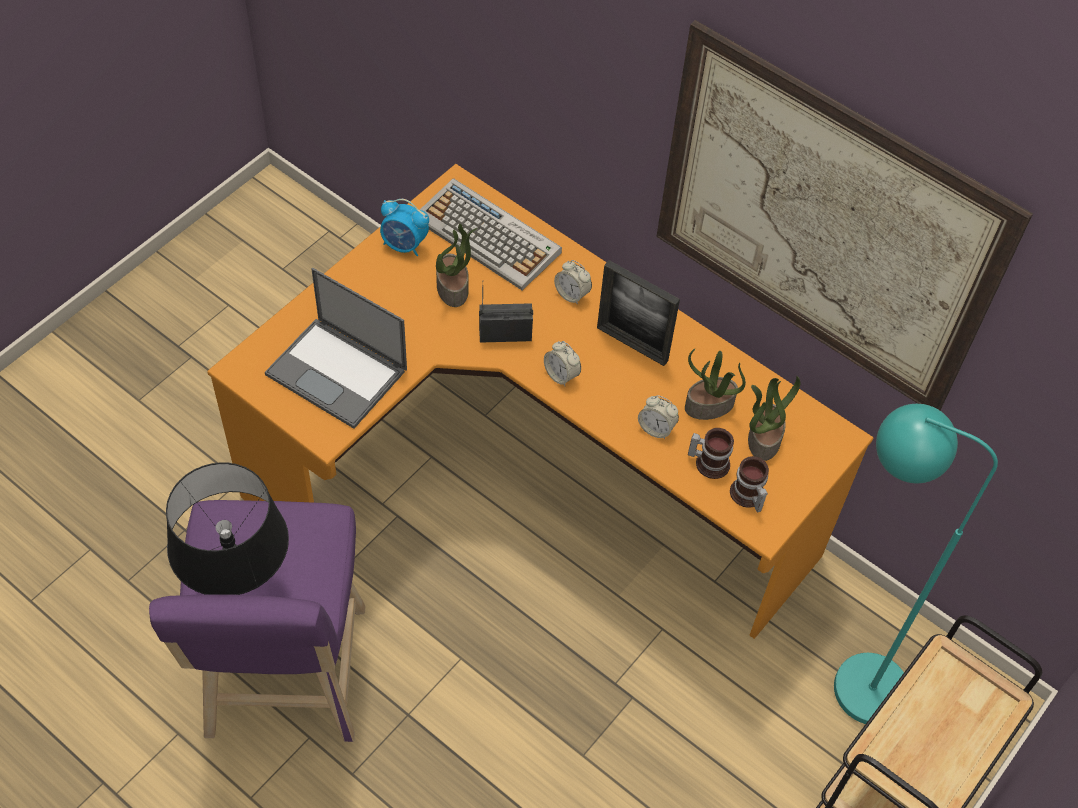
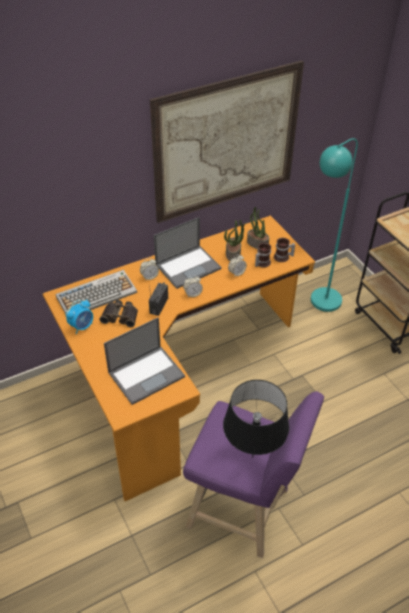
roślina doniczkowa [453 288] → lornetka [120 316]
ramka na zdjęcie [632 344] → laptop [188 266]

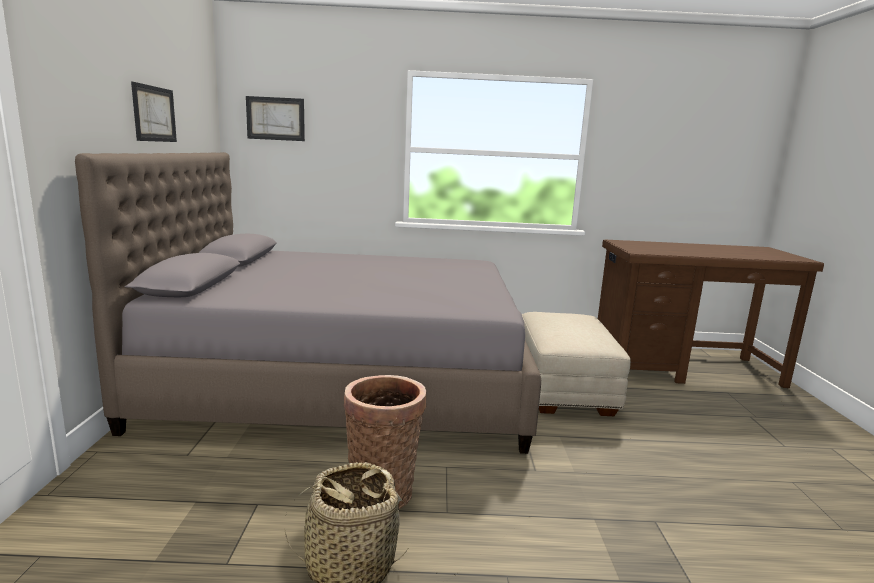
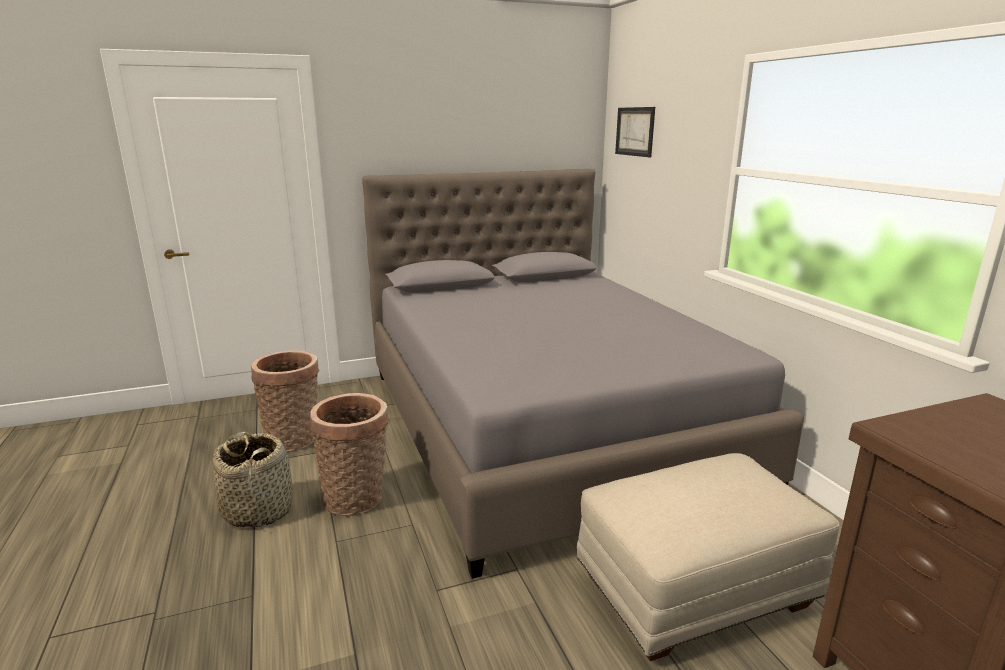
obraz [154 114] → -
- → koszyk [294 440]

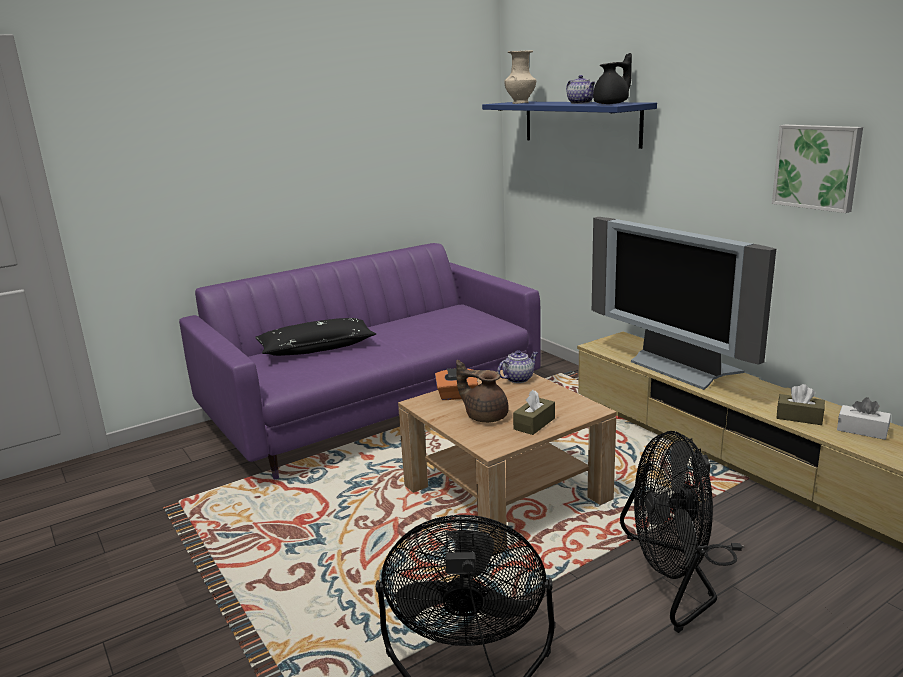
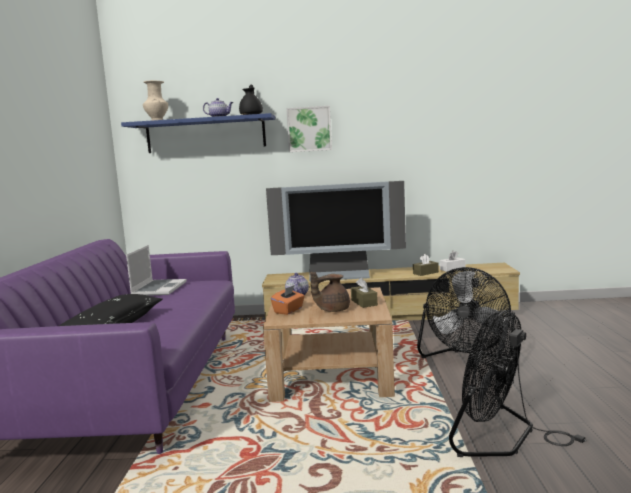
- → laptop [159 289]
obraz [817 167] → obraz [309 129], relocated

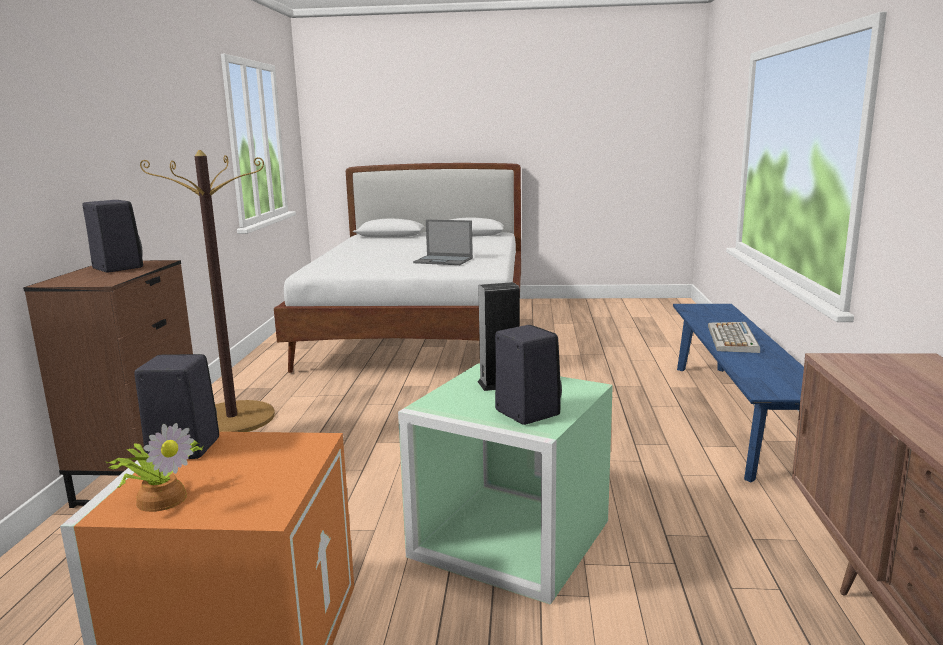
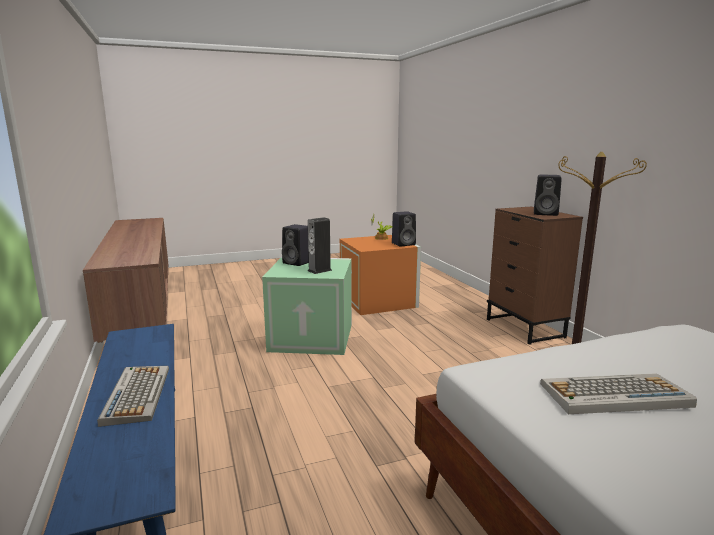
laptop [444 260] → klawiatura [613 395]

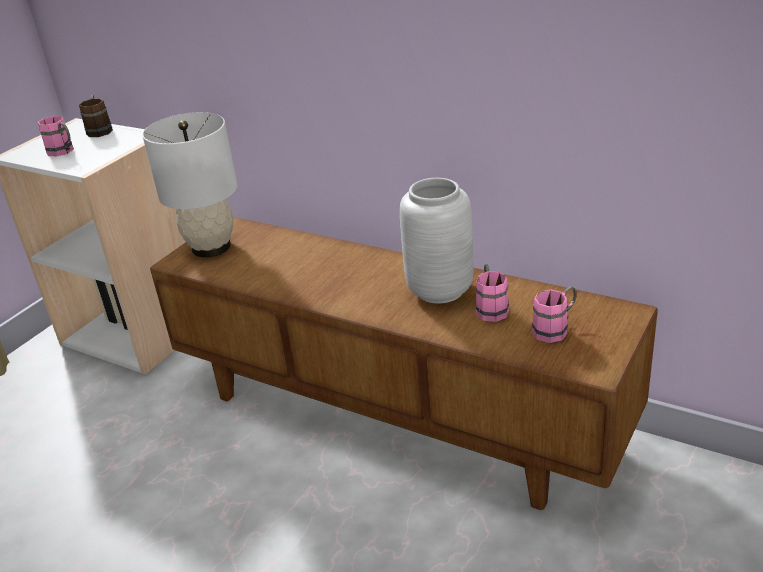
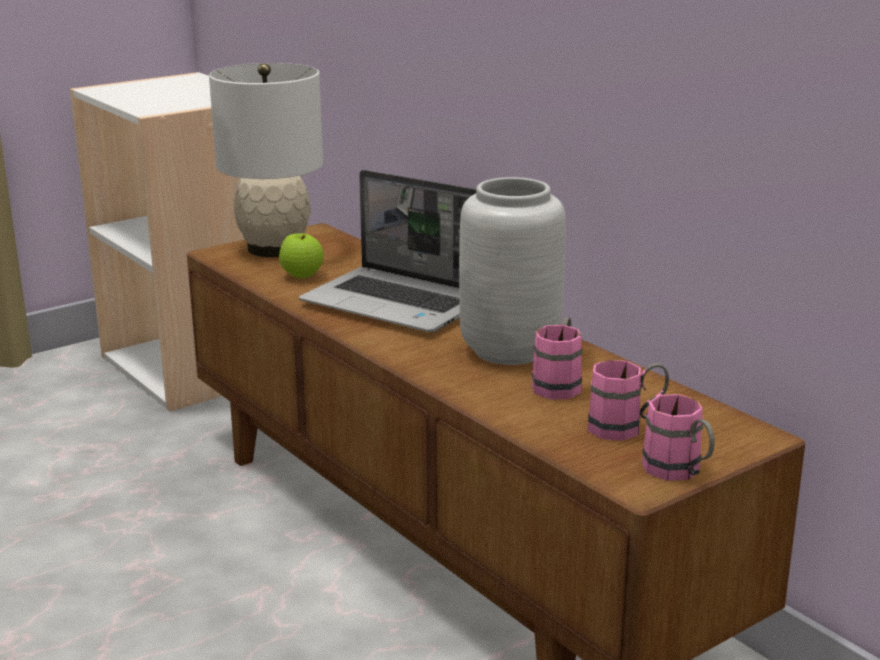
kubek/brązowy [99 130] → -
- → jabłko [302 276]
- → laptop [399 303]
kubek/różowy [64 152] → kubek/różowy [679 473], relocated

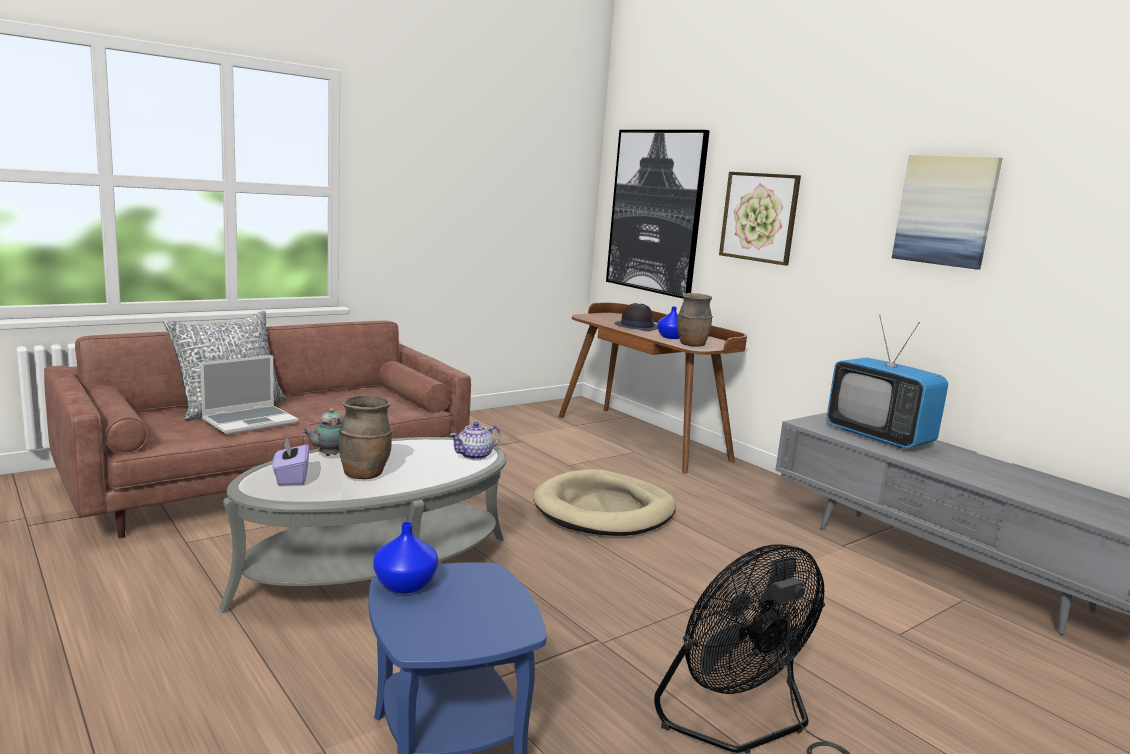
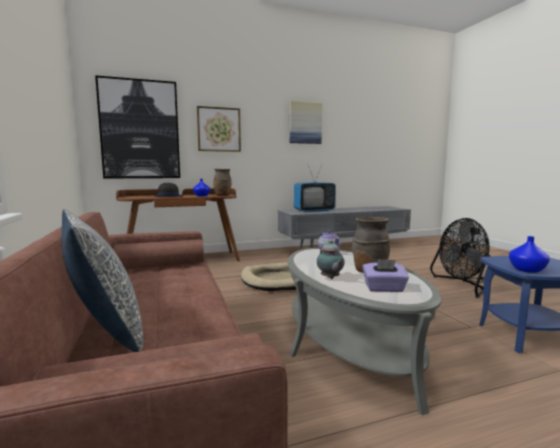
laptop [250 421] → -

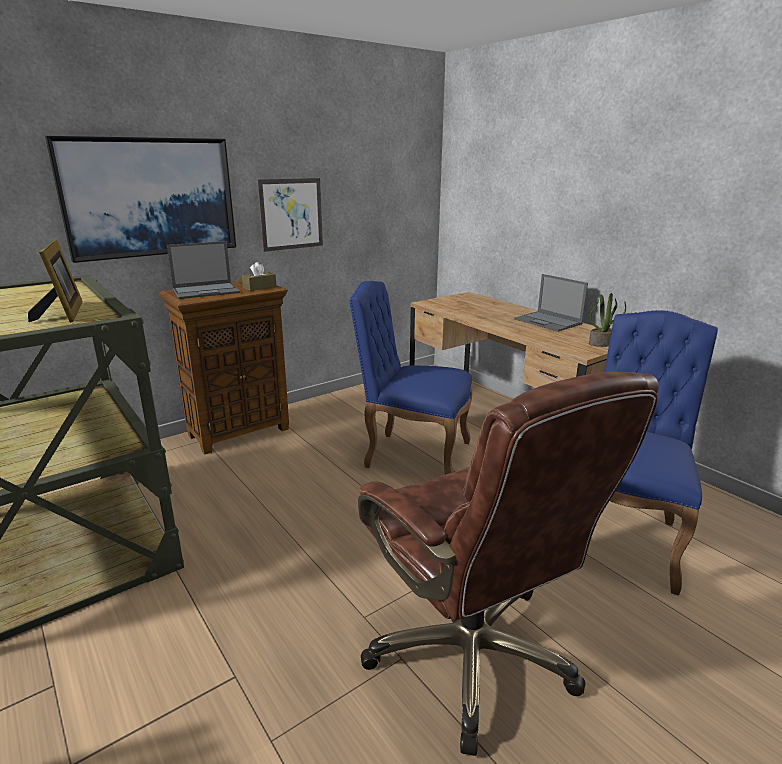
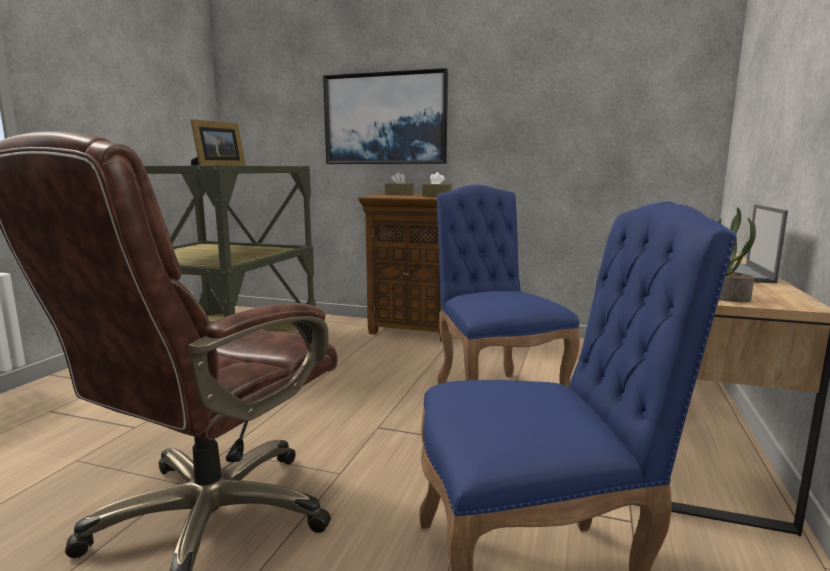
obraz [291 214] → -
laptop [207 291] → pudełko chusteczek/brązowy [399 194]

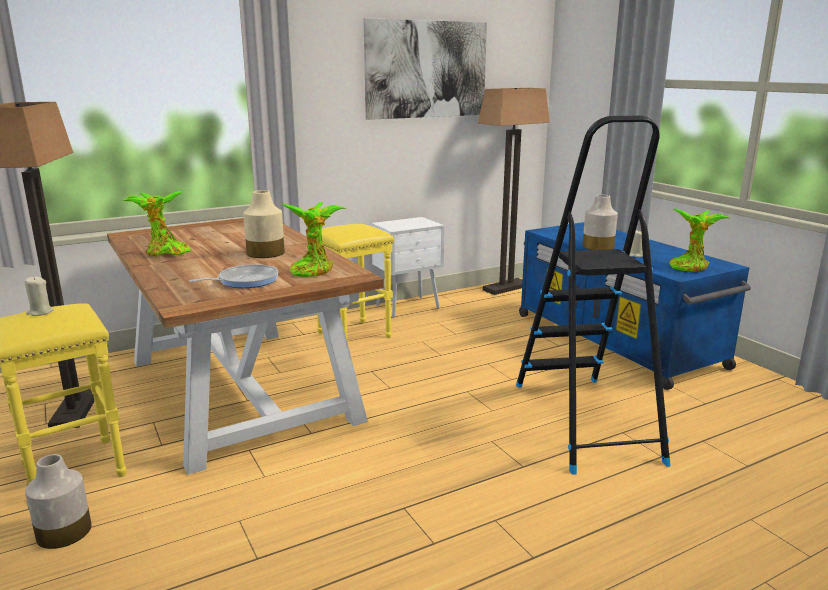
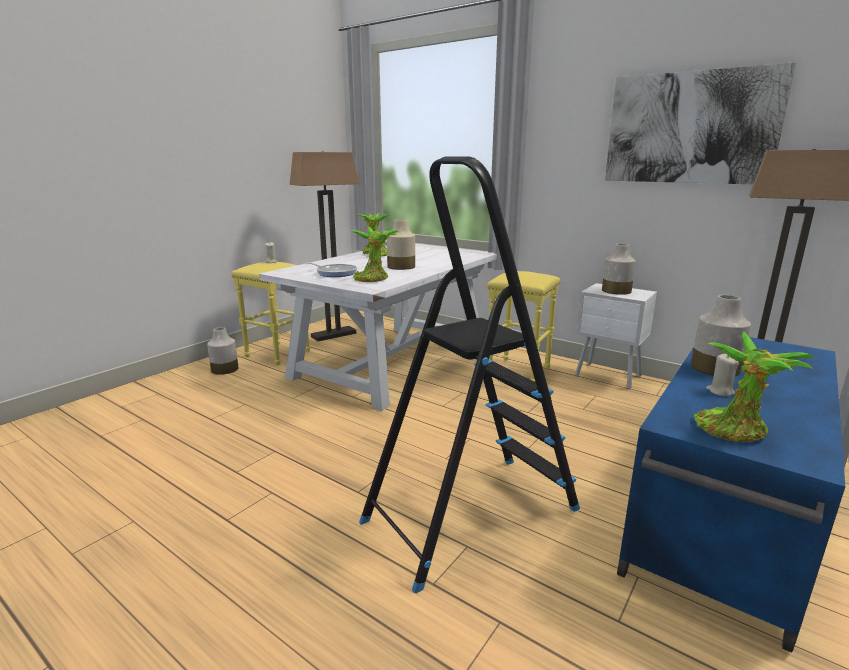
- → wazon/beżowy [616 291]
stół jadalny/brązowy [239 388] → stół jadalny/biały [392 361]

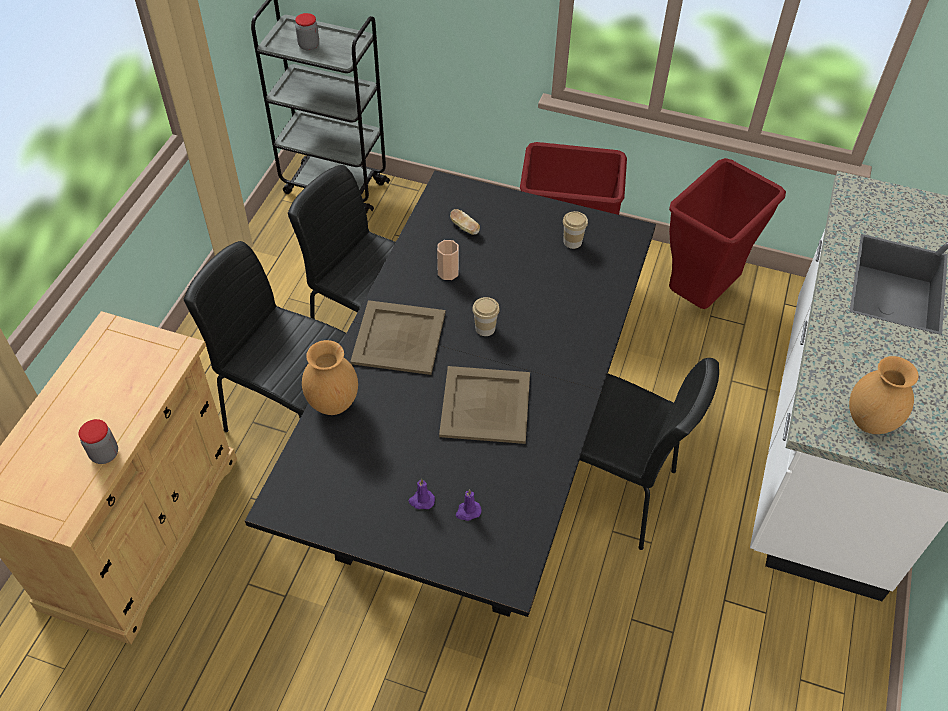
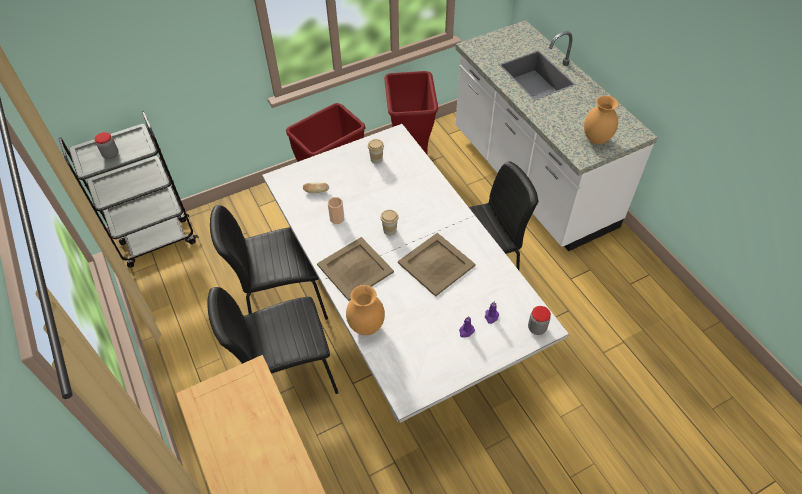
słoik [104 454] → słoik [537 328], relocated
stół jadalny/czarny [472 459] → stół jadalny/biały [401 315]

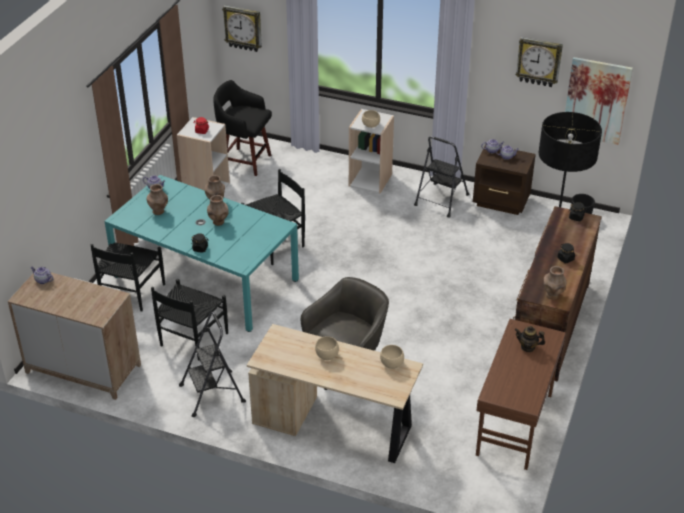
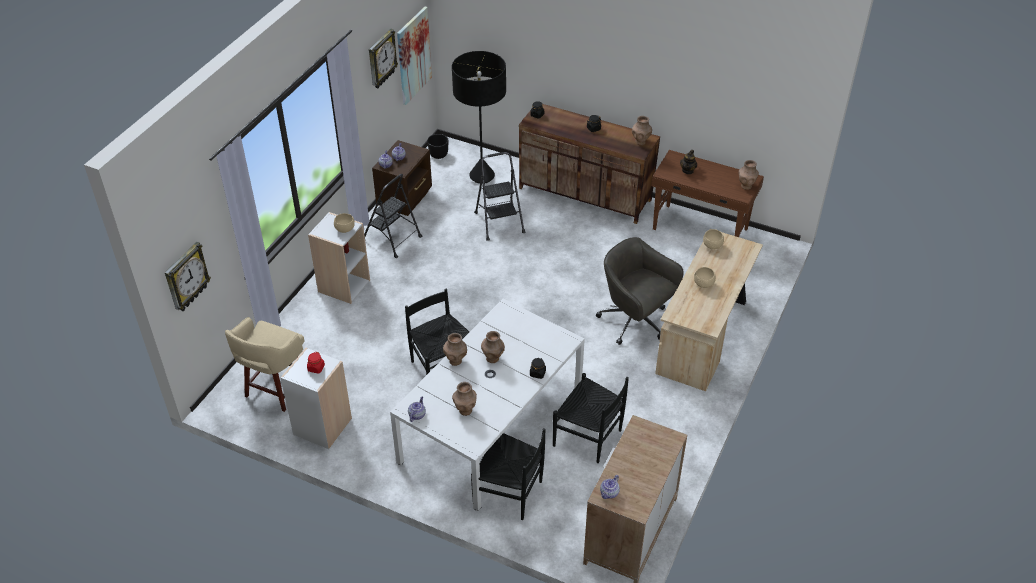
- → wazon/brązowy [746 186]
drabinka/czarny [214 392] → drabinka/czarny [499 221], relocated
stół jadalny/turkusowy [206 278] → stół jadalny/biały [491 426]
stołek/czarny [244 161] → stołek/beżowy [275 390]

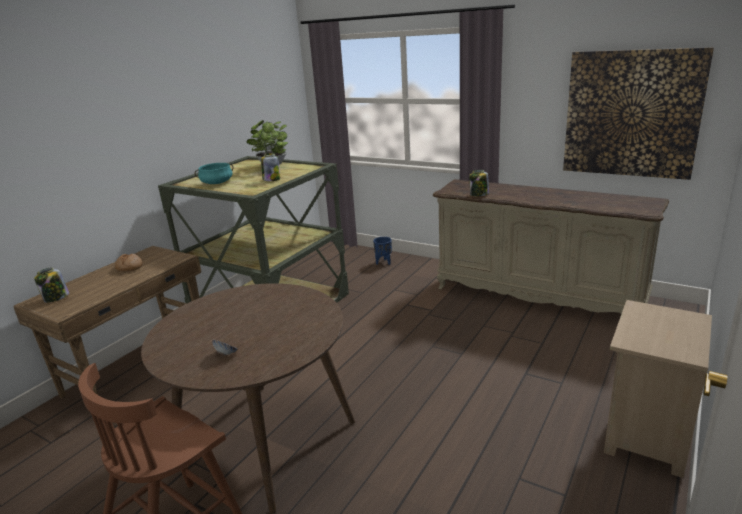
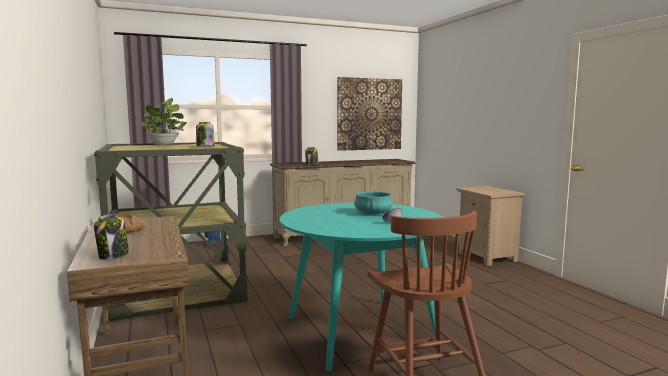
garnek/turkusowy [217 183] → garnek/turkusowy [372 213], relocated
stół jadalny/brązowy [266 441] → stół jadalny/turkusowy [360 331]

